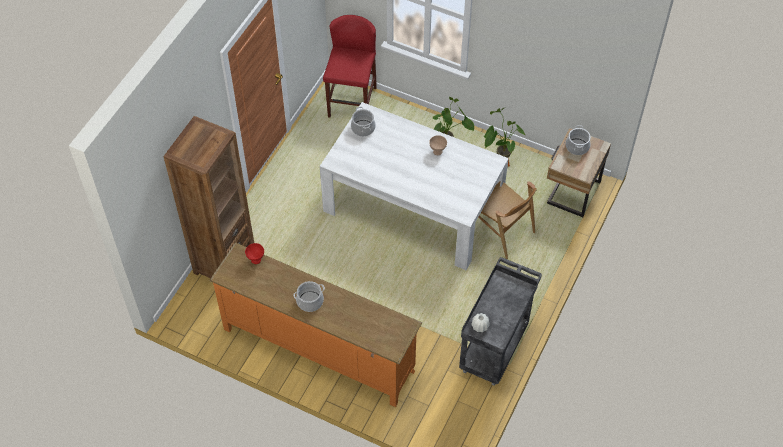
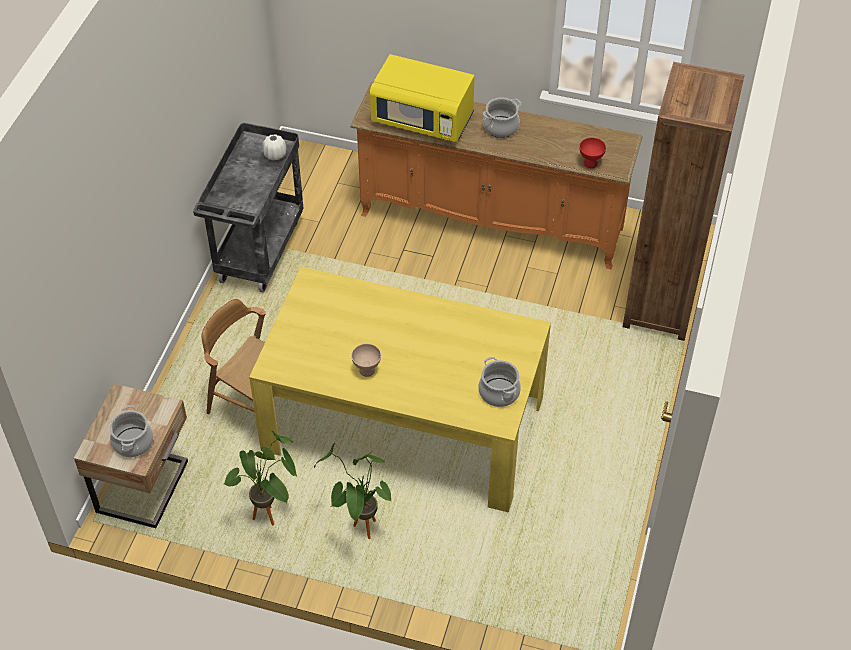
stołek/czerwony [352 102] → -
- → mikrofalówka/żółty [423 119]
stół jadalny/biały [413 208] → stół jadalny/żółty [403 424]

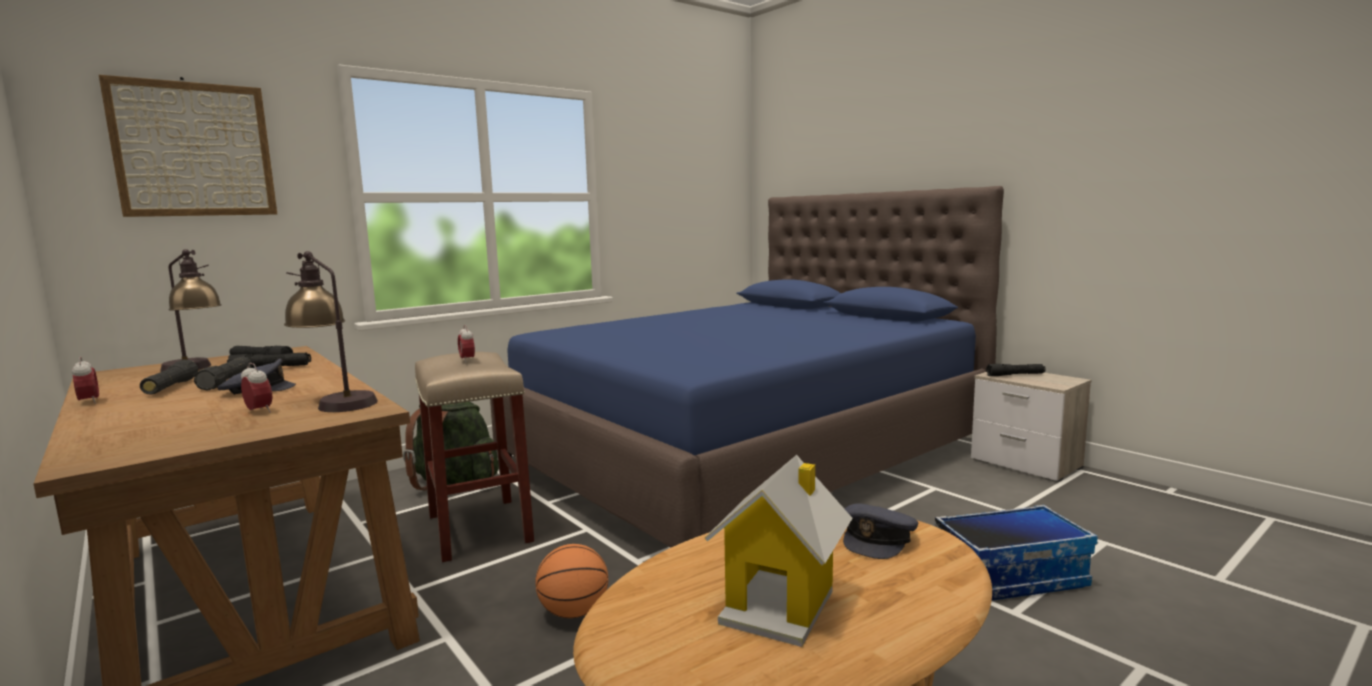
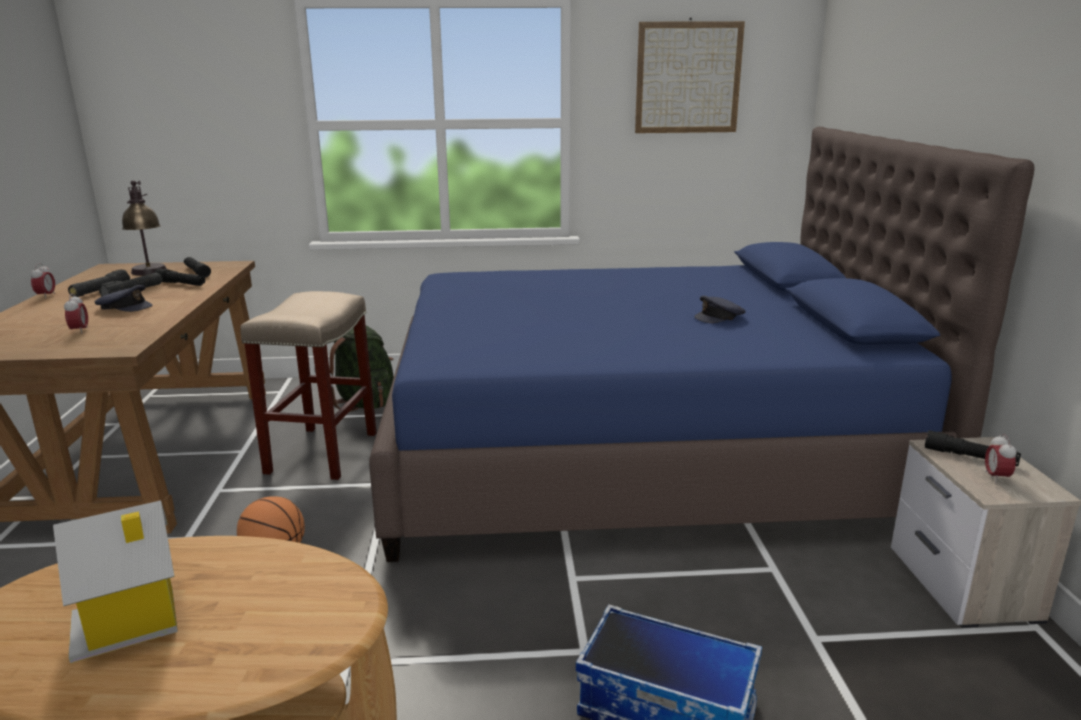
lampa stołowa [335 402] → -
obraz [194 147] → obraz [688 76], relocated
budzik [467 360] → budzik [996 477], relocated
czapka z daszkiem/szary [877 538] → czapka z daszkiem/szary [720 317], relocated

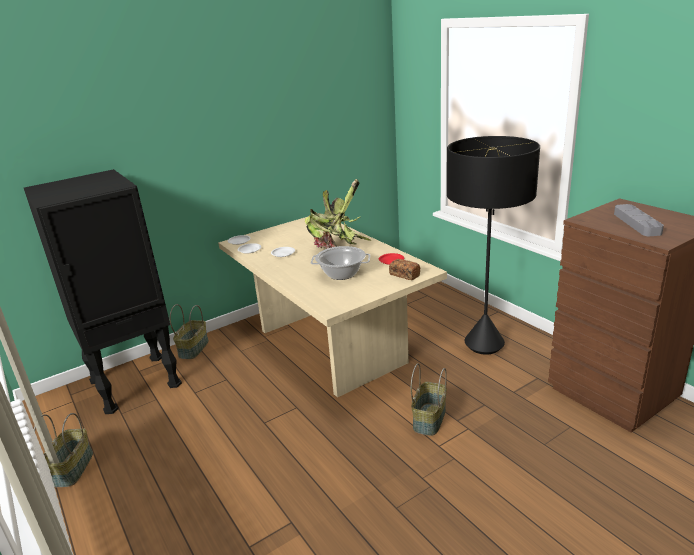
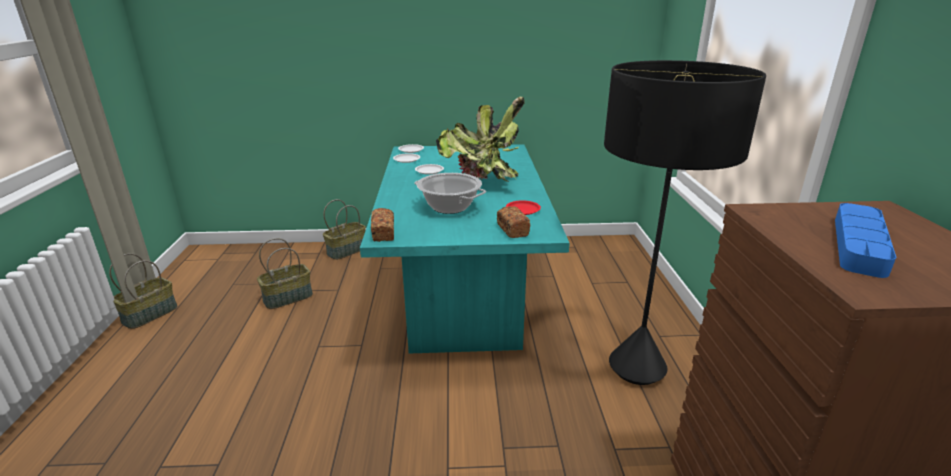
szafka/czarny [136 382] → -
- → chleb [383 233]
koszyk [428 419] → koszyk [288 297], relocated
stół jadalny/beżowy [332 346] → stół jadalny/turkusowy [464 297]
taca/szary [636 223] → taca/niebieski [859 244]

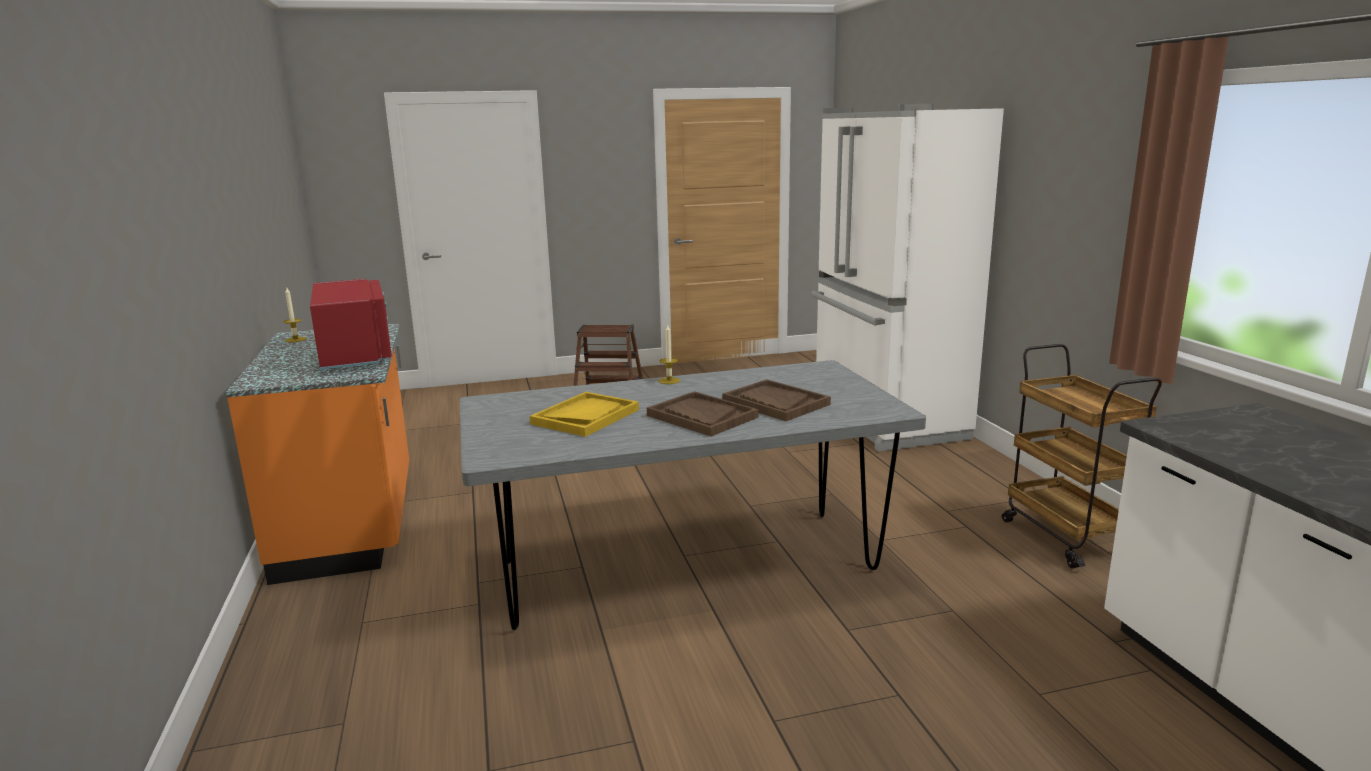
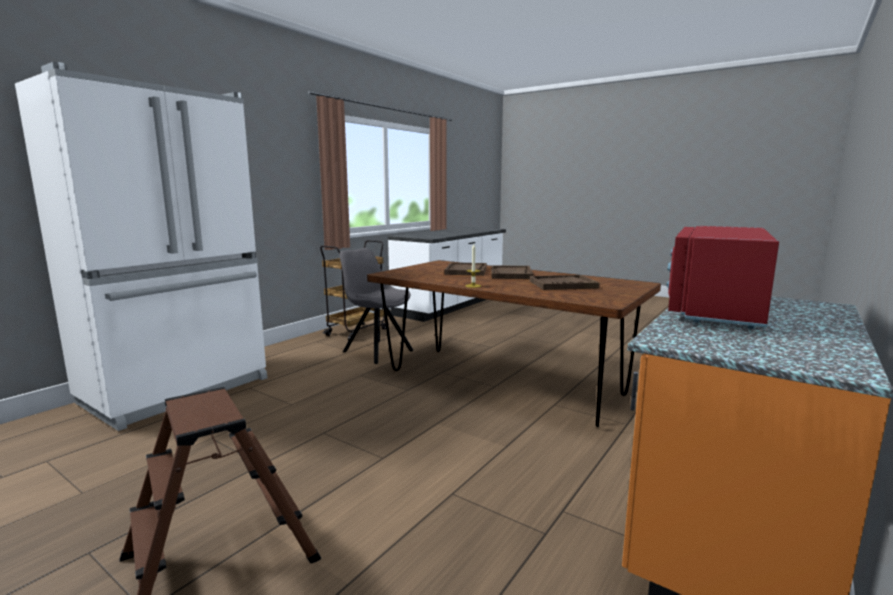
świeca [295 339] → -
- → krzesło/szary [377 351]
stół jadalny/szary [684 567] → stół jadalny/brązowy [505 382]
taca/żółty [585 416] → taca/brązowy [563 284]

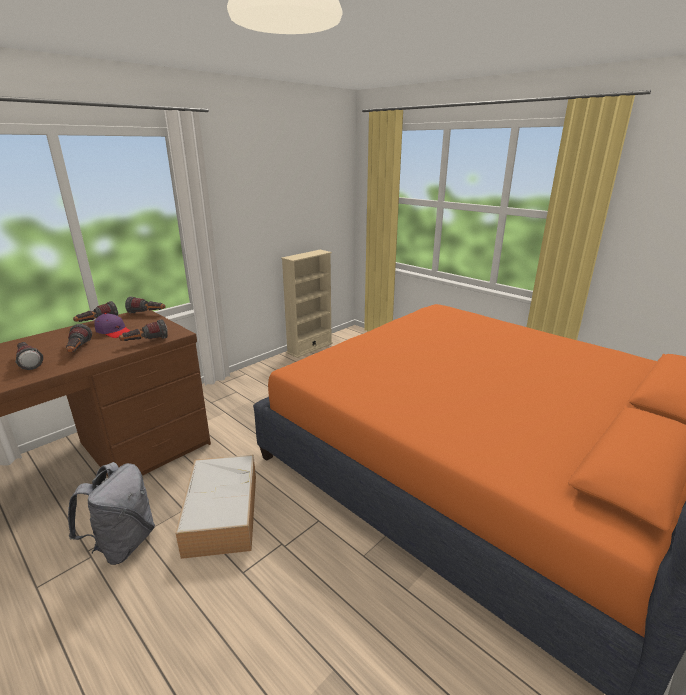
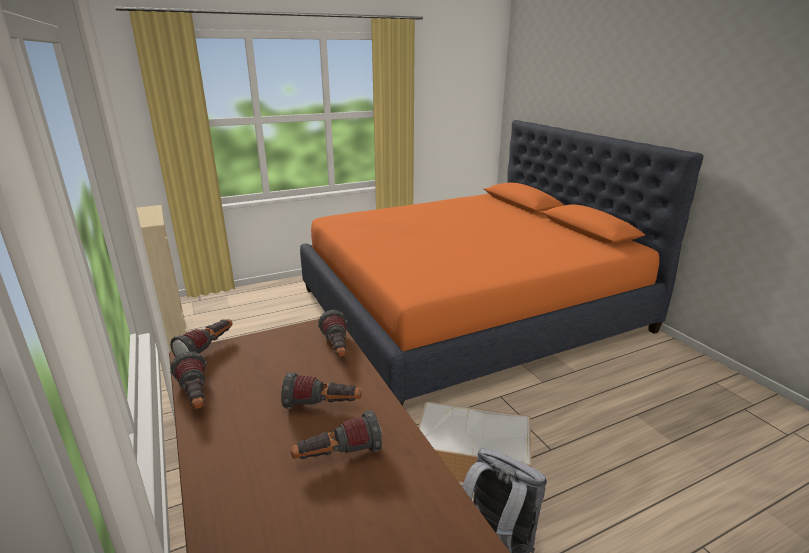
czapka z daszkiem/fioletowy [113 331] → -

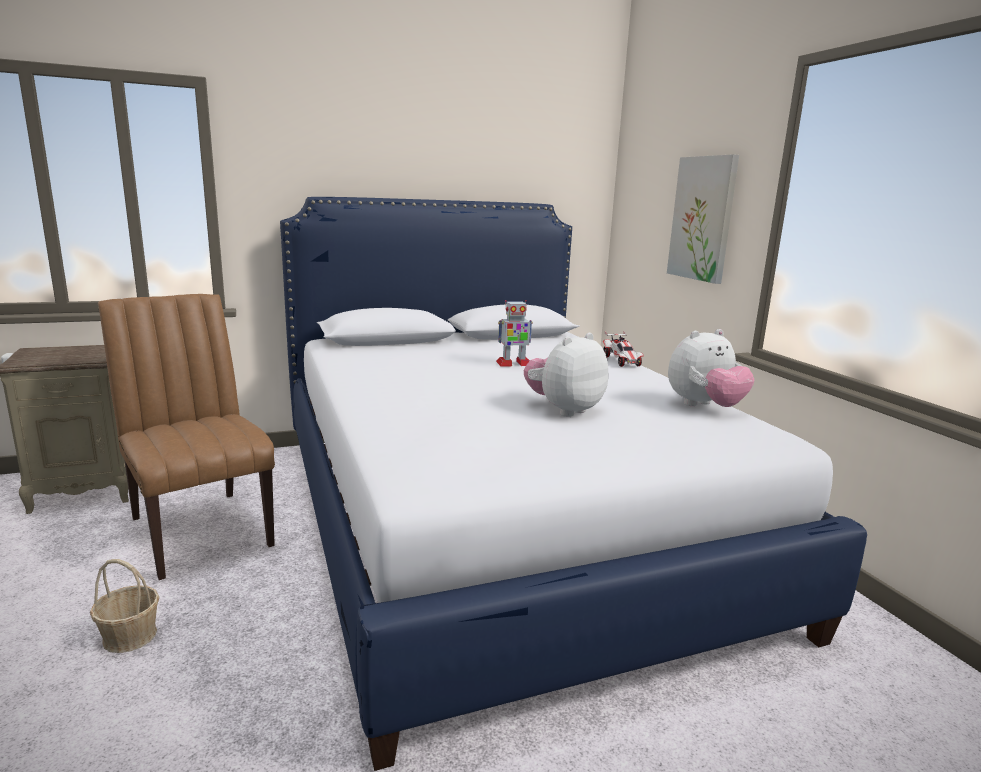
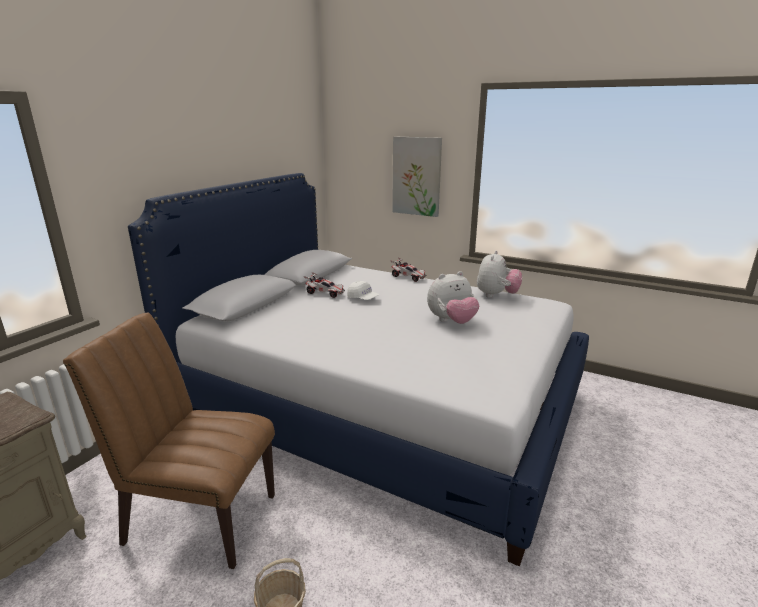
- → samochodzik [325 293]
robot zabawkowy [513 363] → czapka z daszkiem/biały [363 298]
pluszak [564 410] → pluszak [451 322], 120 degrees counterclockwise

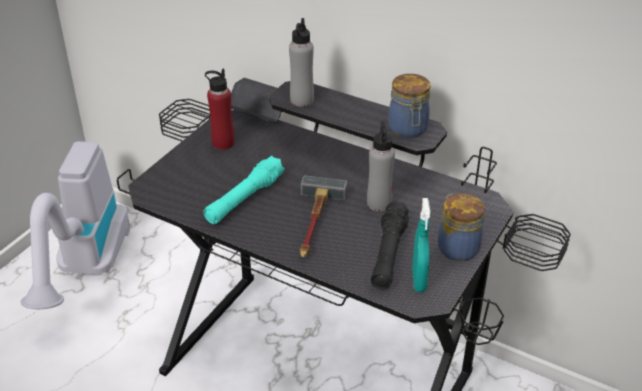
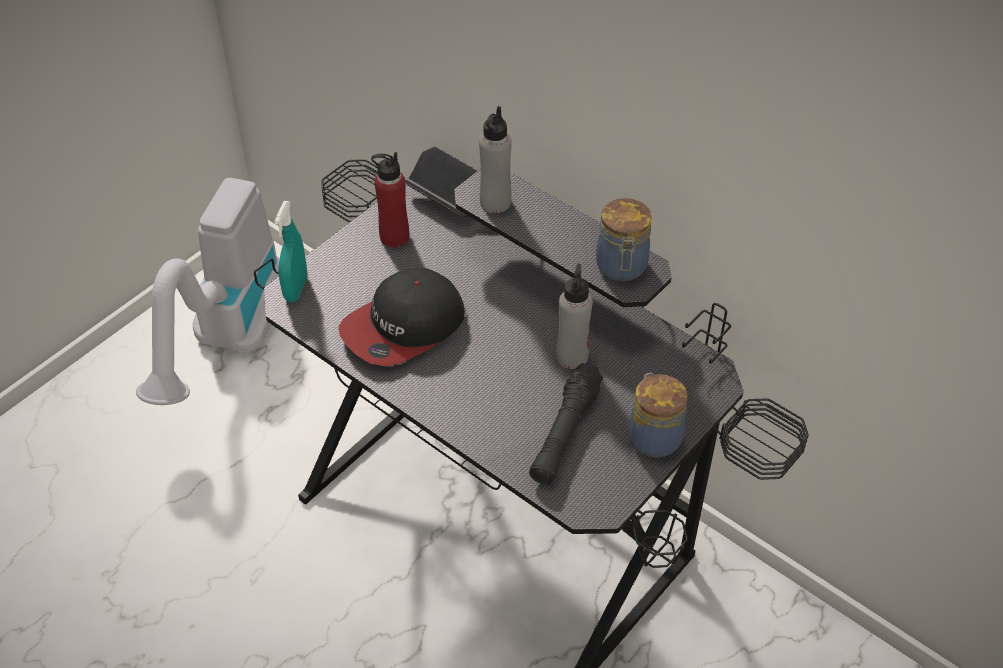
młotek [314 223] → -
spryskiwacz/turkusowy [418 280] → spryskiwacz/turkusowy [296 289], relocated
latarka/turkusowy [244 199] → czapka z daszkiem [404 327]

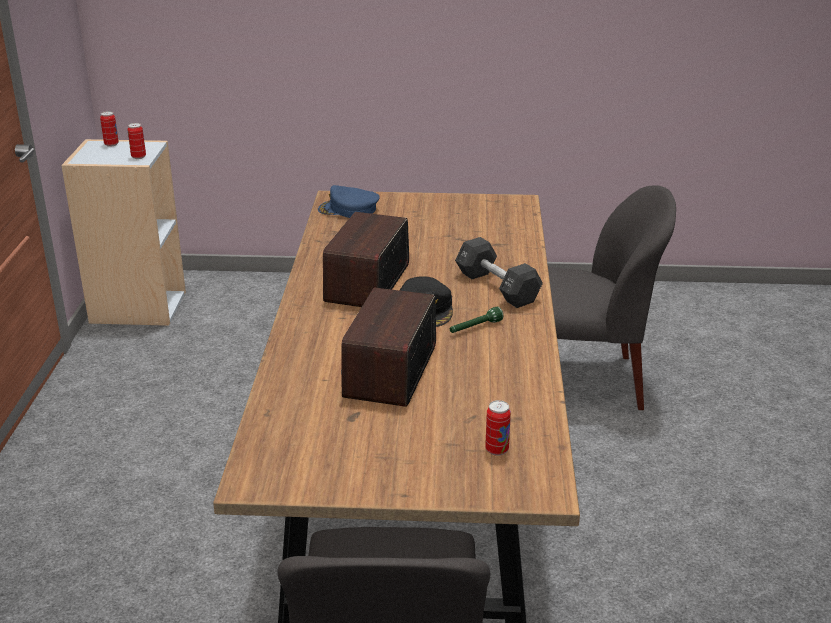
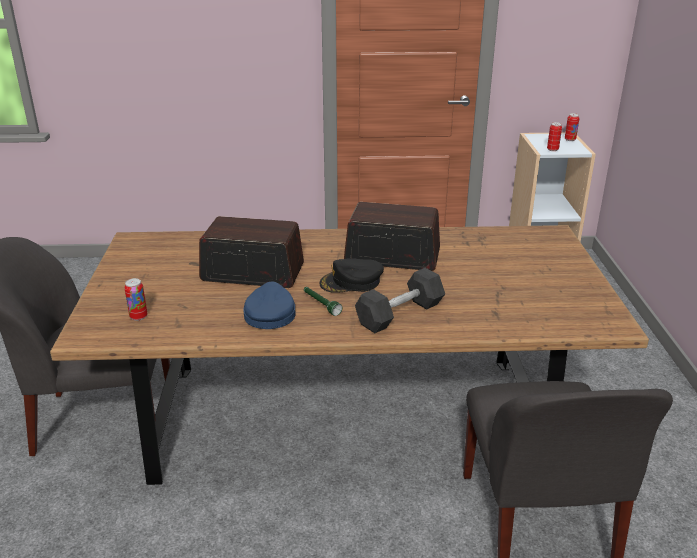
czapka z daszkiem/niebieski [348 209] → czapka z daszkiem/niebieski [270 313], relocated

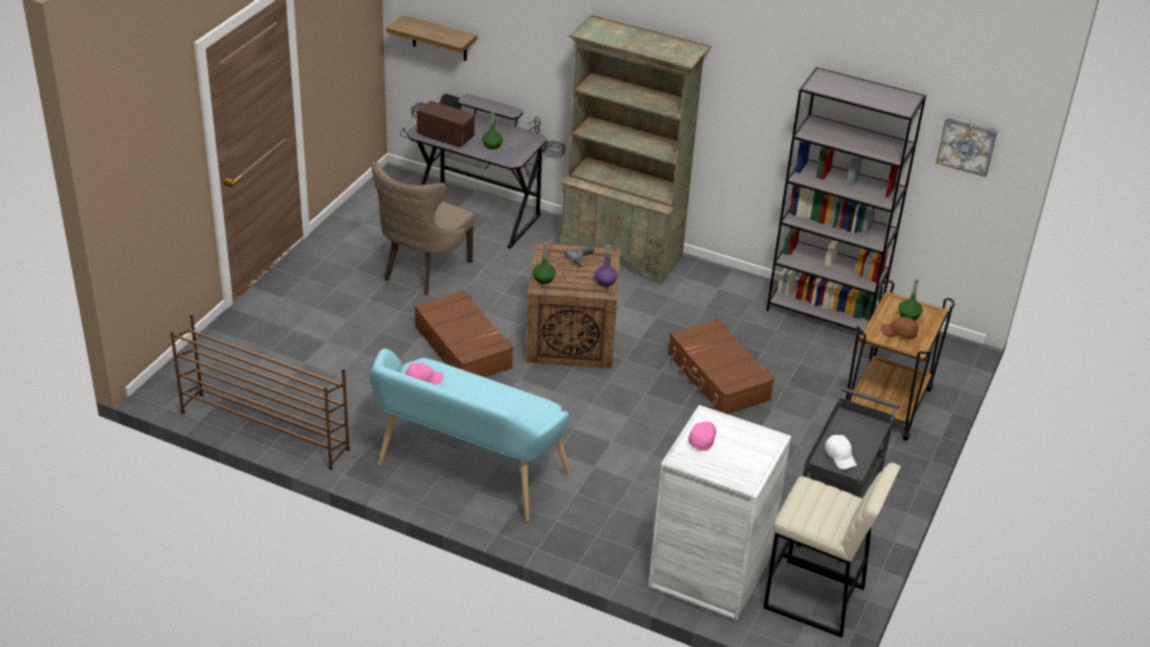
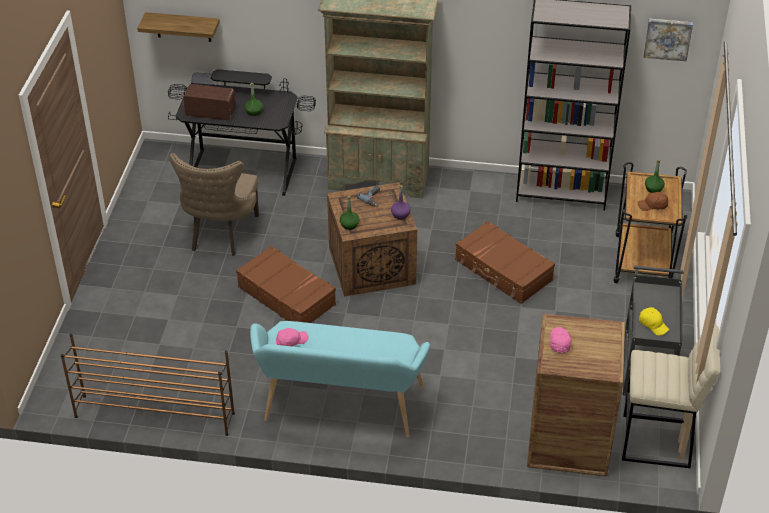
szafka/biały [709 571] → szafka/brązowy [568 440]
czapka z daszkiem/biały [840 456] → czapka z daszkiem/żółty [653 325]

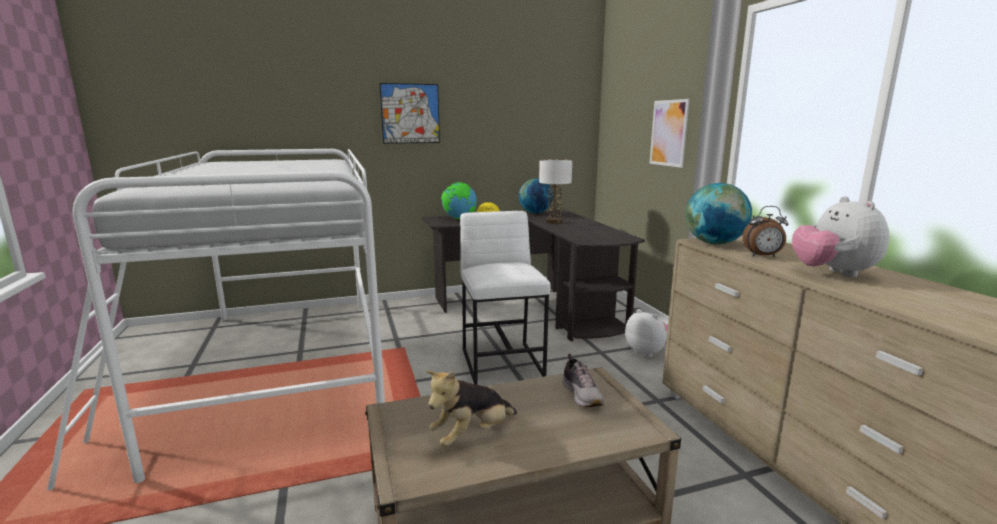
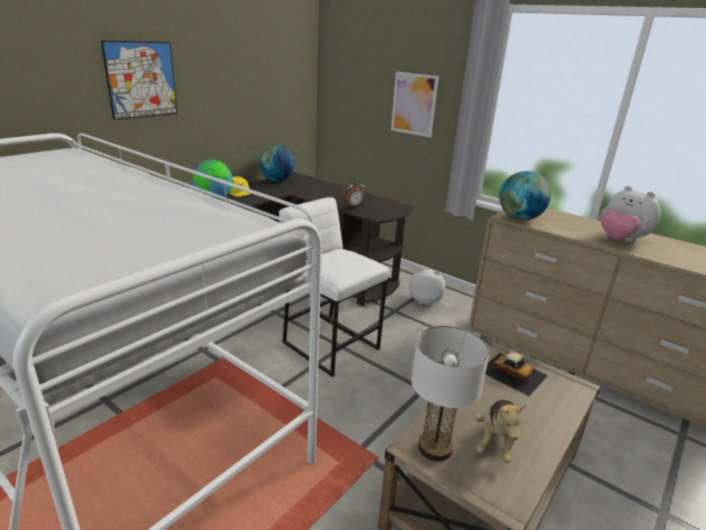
lampa stołowa [554 222] → lampa stołowa [435 447], relocated
budzik [763 256] → budzik [353 207], relocated
but [582 395] → samochodzik [513 372]

